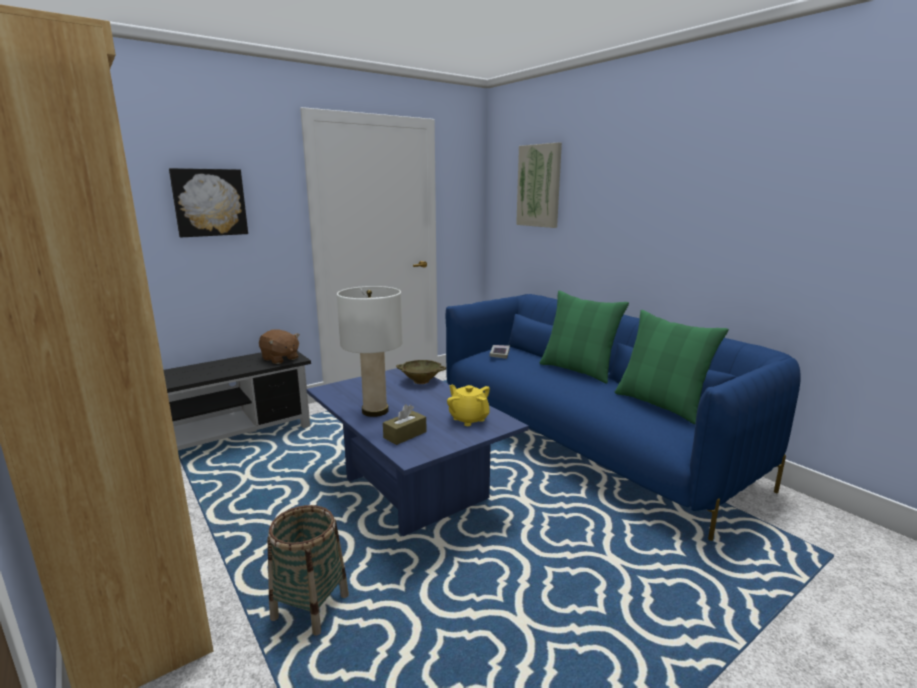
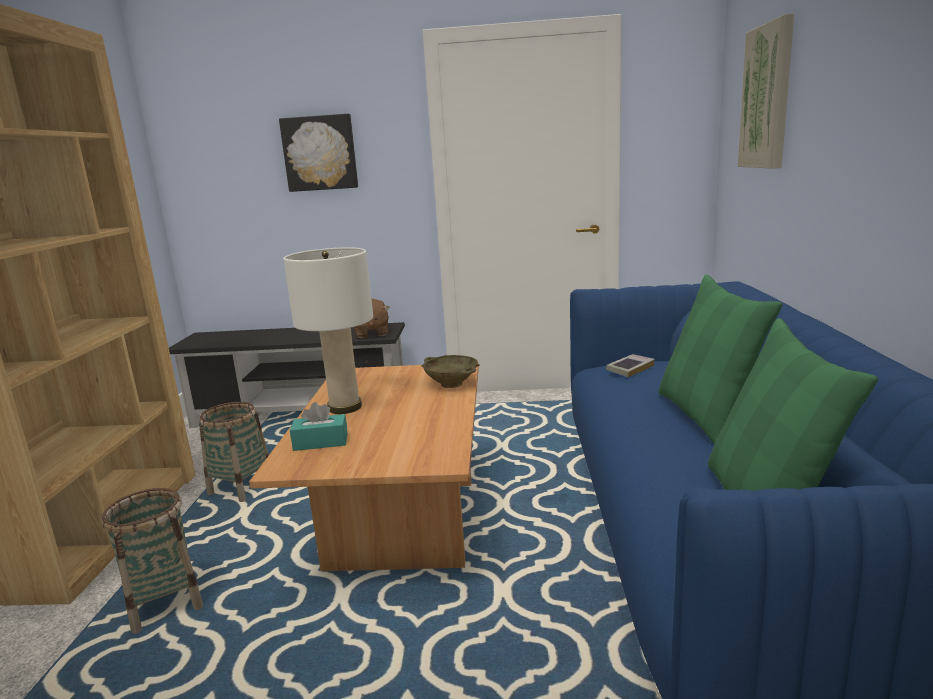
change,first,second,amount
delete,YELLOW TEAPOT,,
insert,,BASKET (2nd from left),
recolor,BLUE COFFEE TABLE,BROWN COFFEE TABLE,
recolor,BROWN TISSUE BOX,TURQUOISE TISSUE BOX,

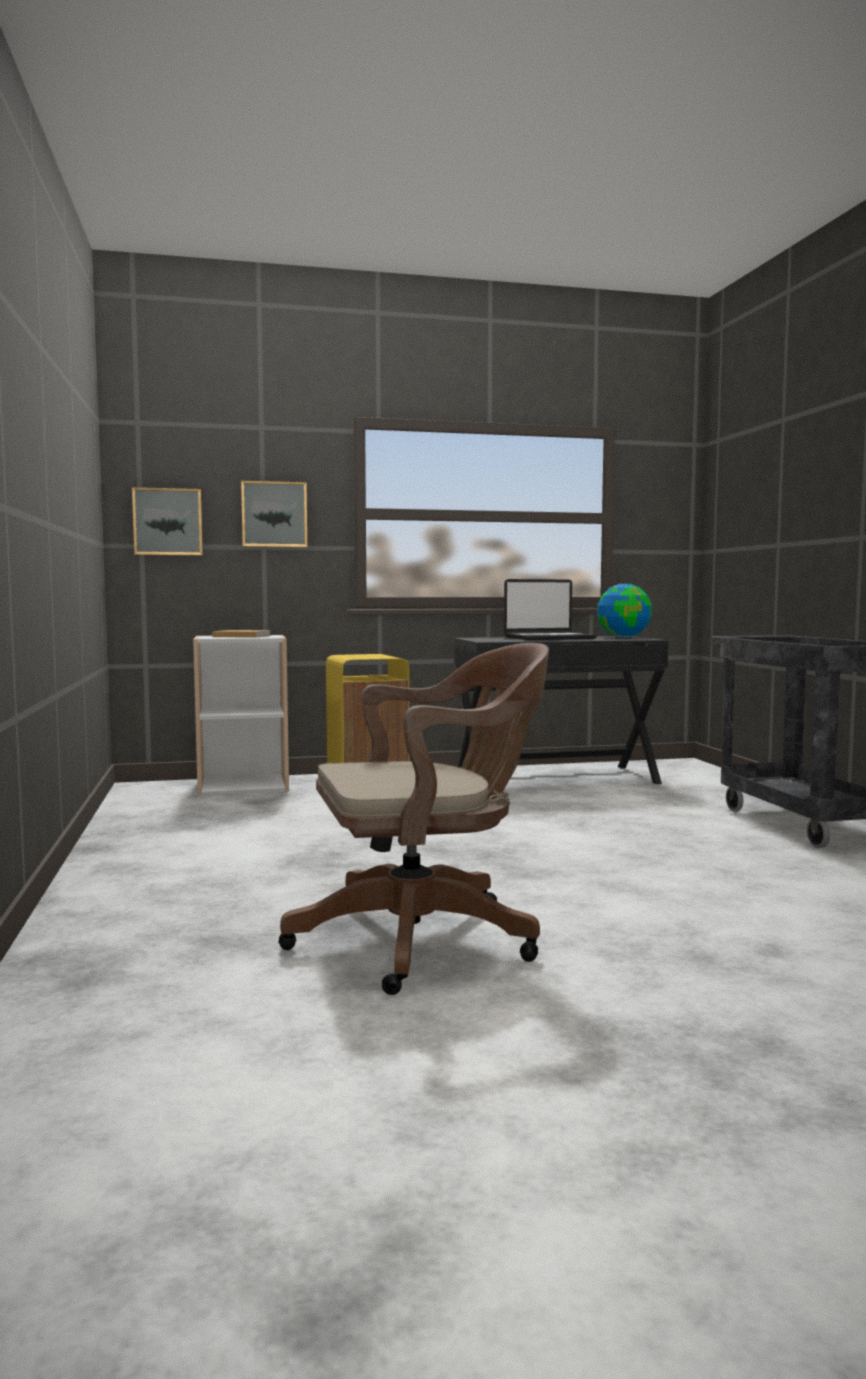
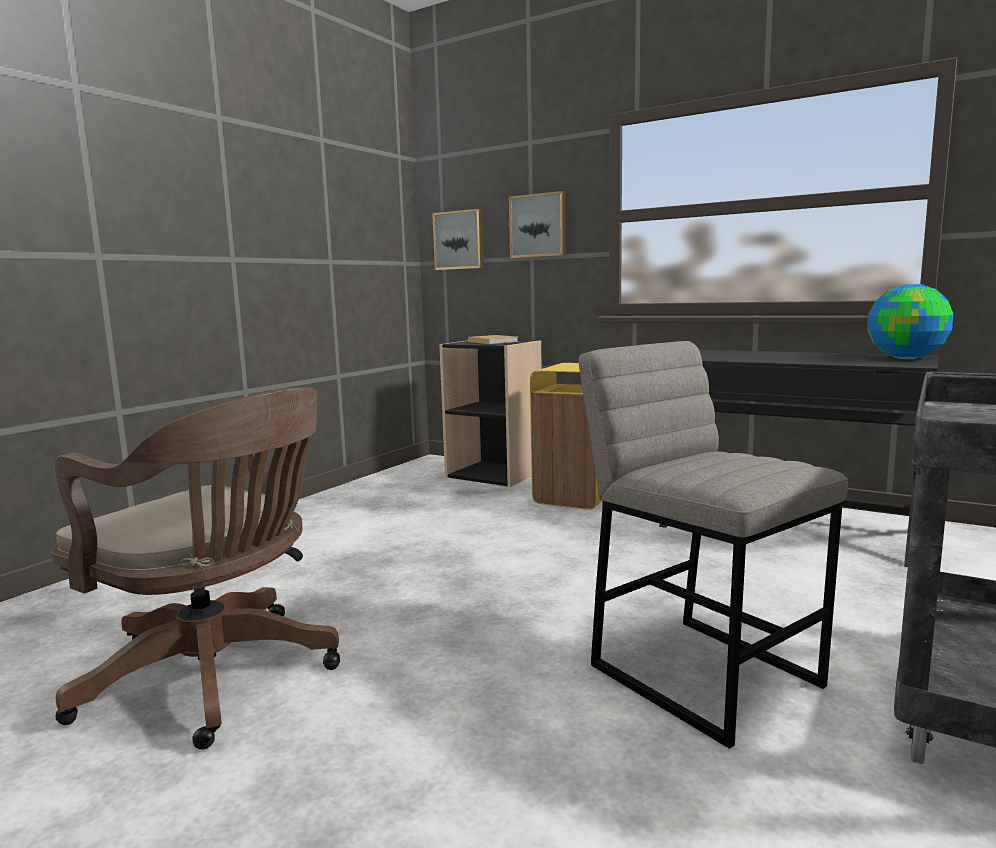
change,first,second,amount
delete,LAPTOP,,
insert,,GREY CHAIR,
recolor,WHITE BOOKCASE,BLACK BOOKCASE,

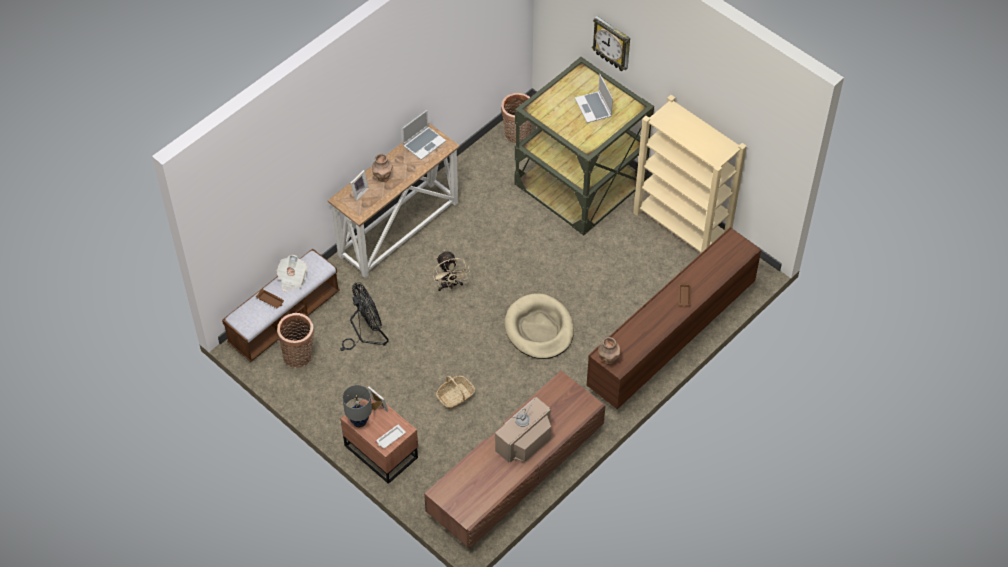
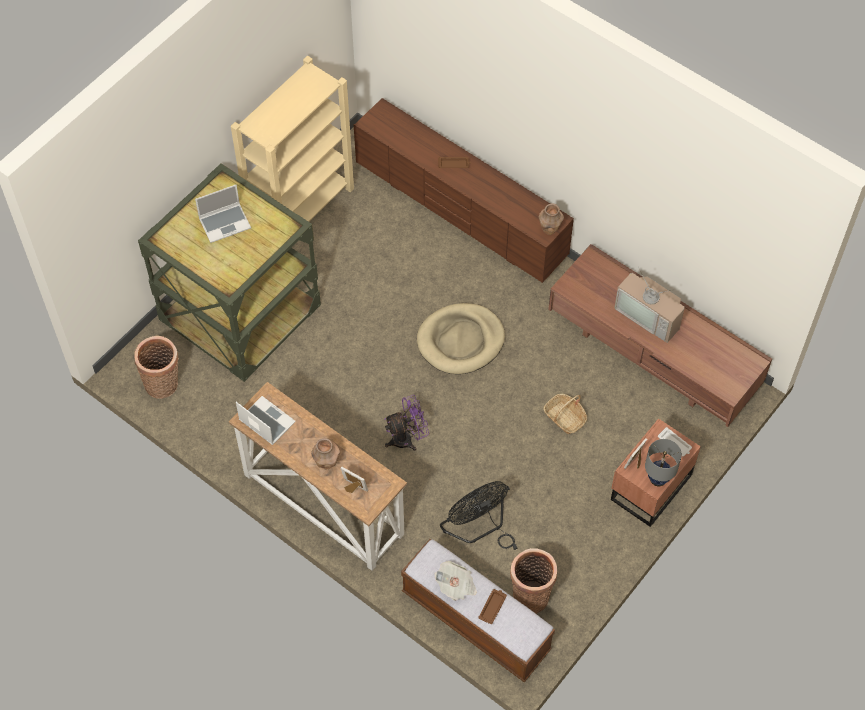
change,first,second,amount
delete,WALL CLOCK,,
recolor,BEIGE FAN,PURPLE FAN,

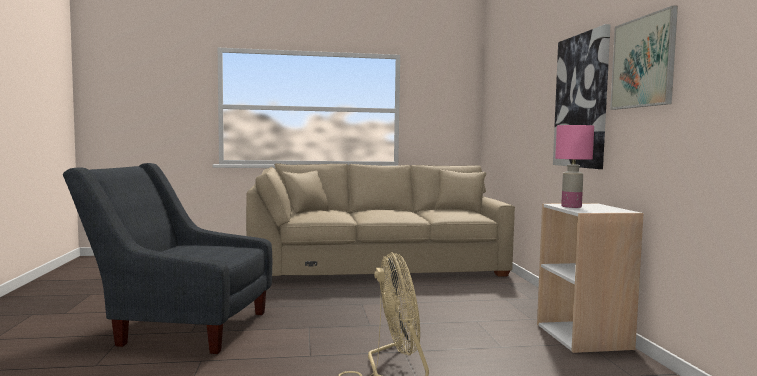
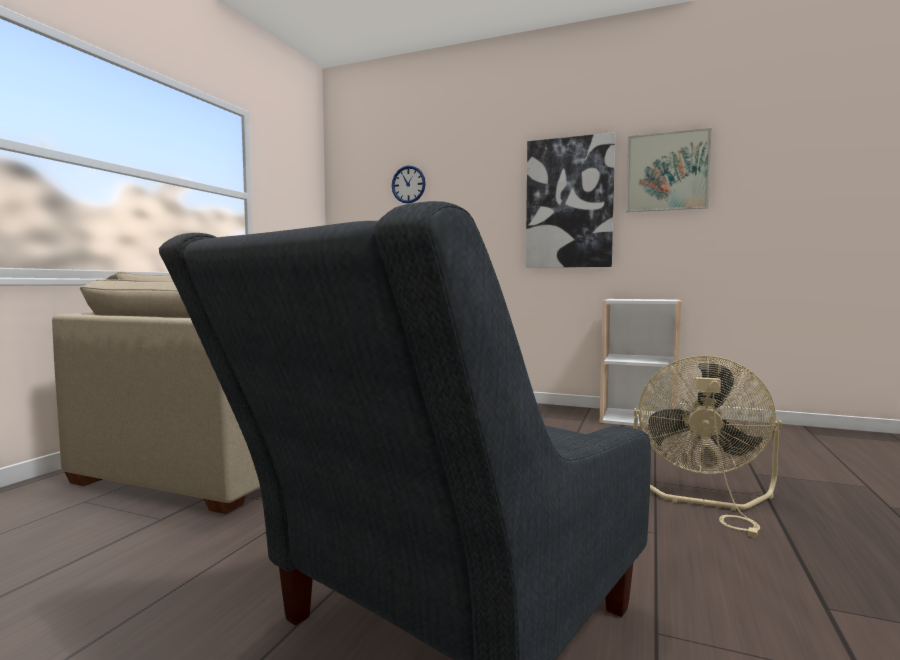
change,first,second,amount
delete,PINK TABLE LAMP,,
insert,,WALL CLOCK,

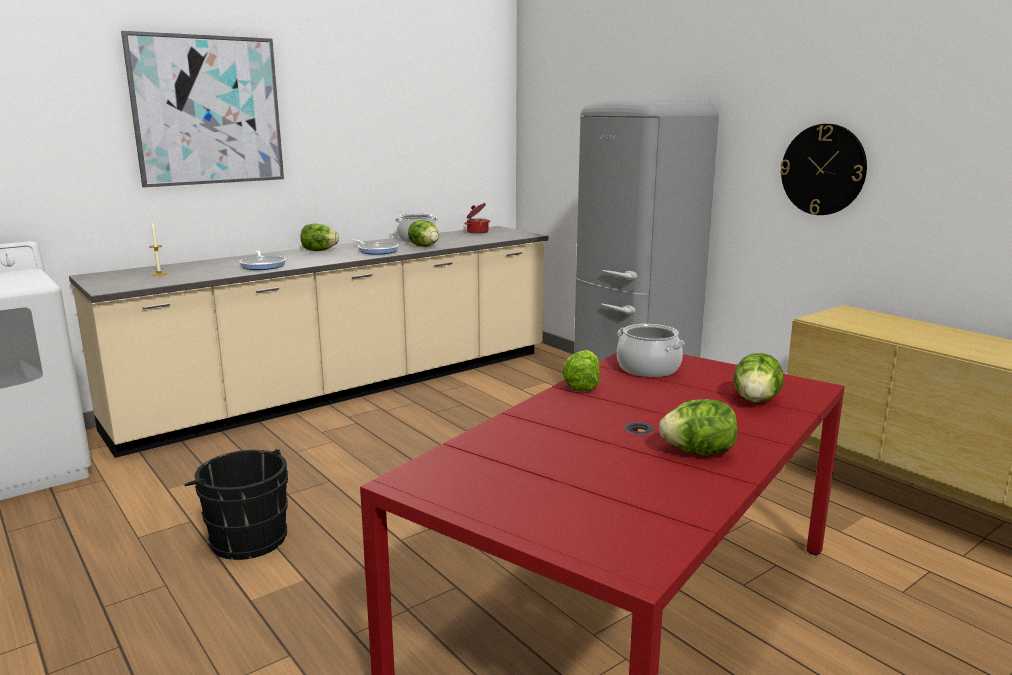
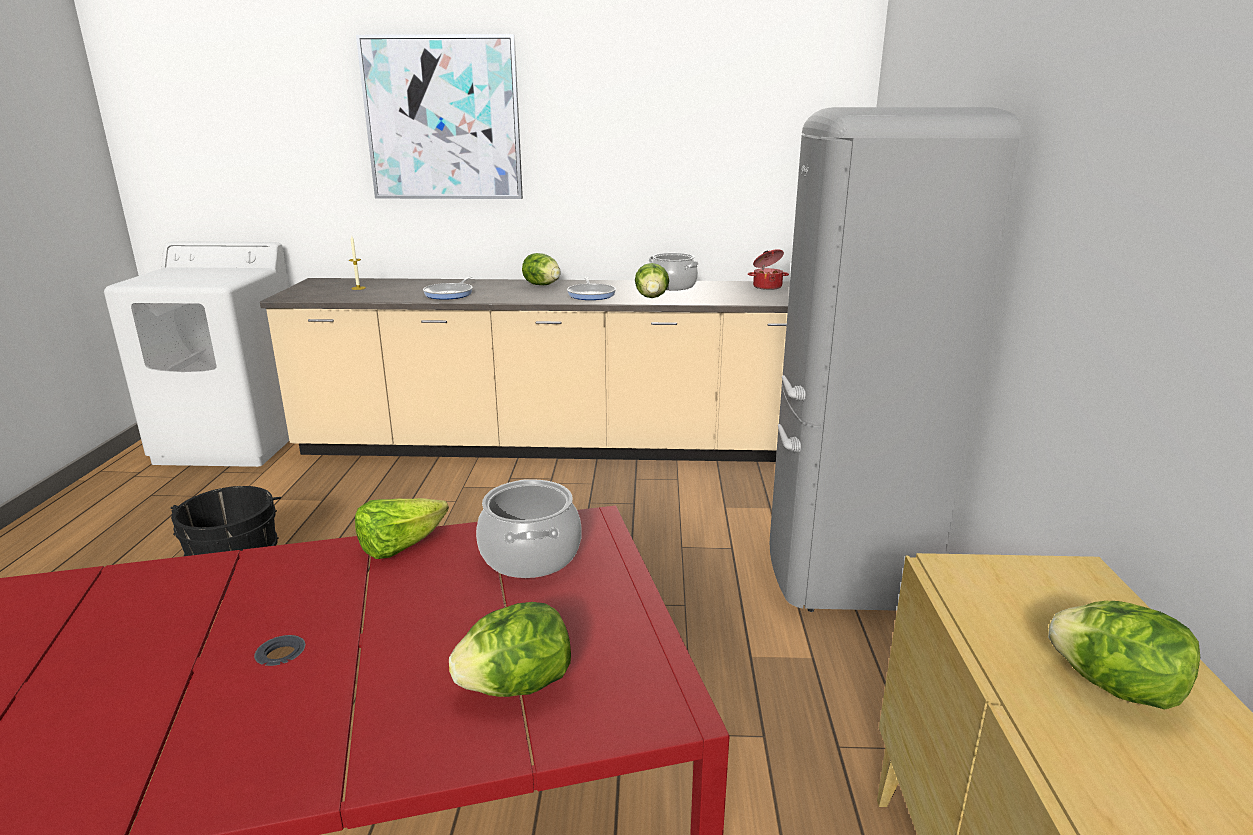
change,first,second,amount
delete,WALL CLOCK,,
move,LETTUCE (4th from left in the first image),LETTUCE (5th from left),

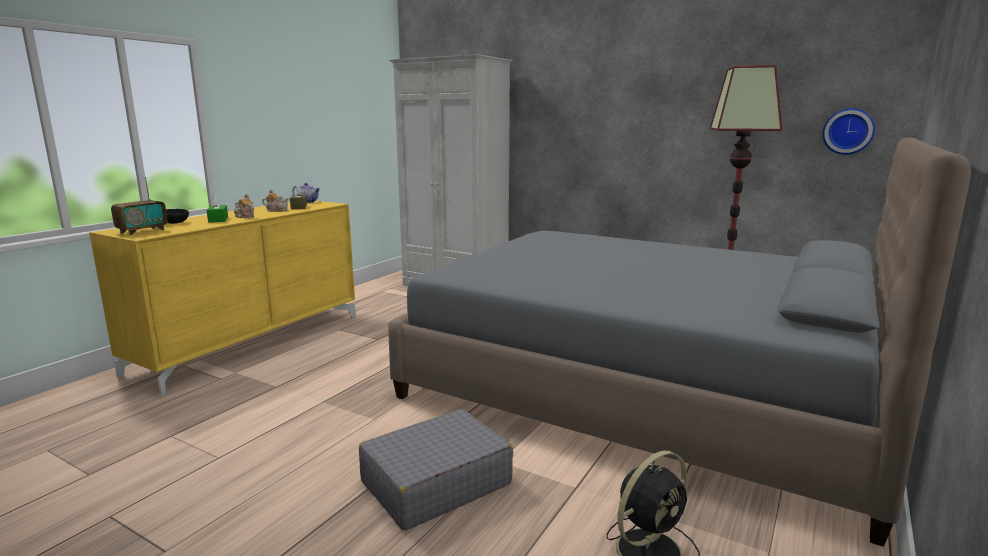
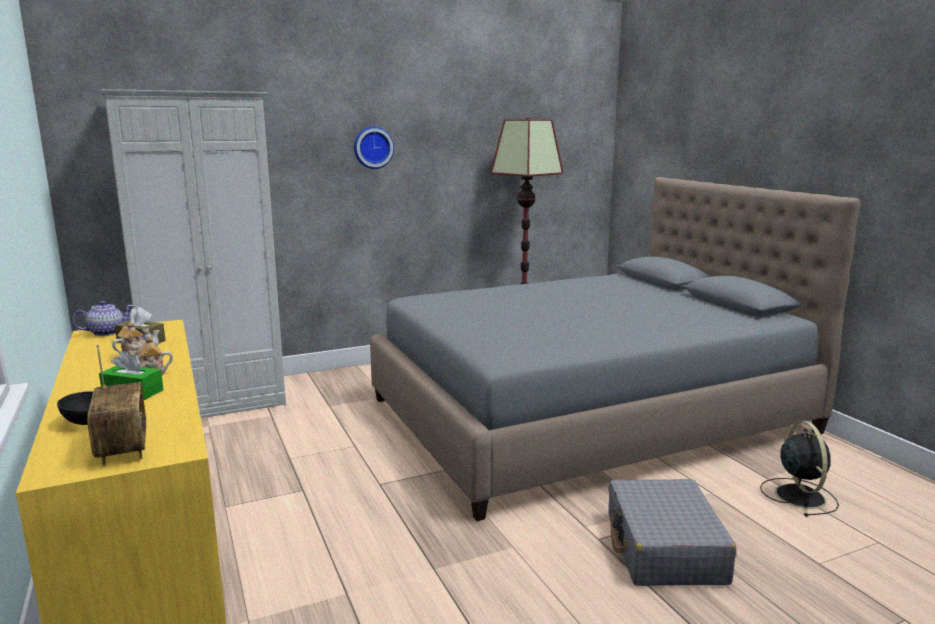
change,first,second,amount
move,WALL CLOCK,,

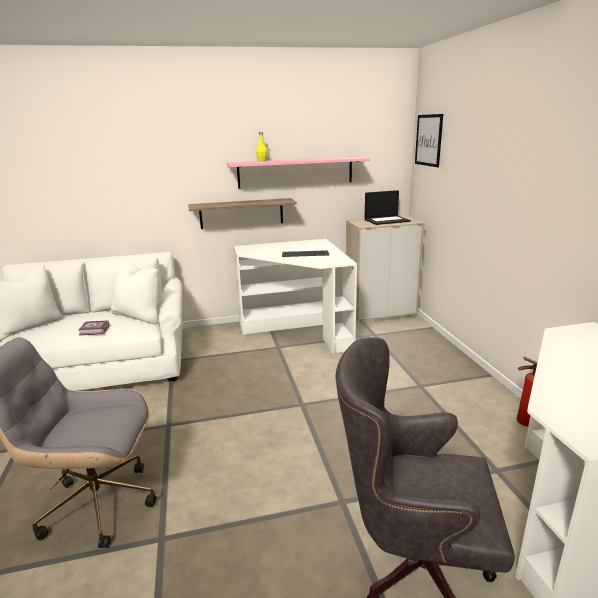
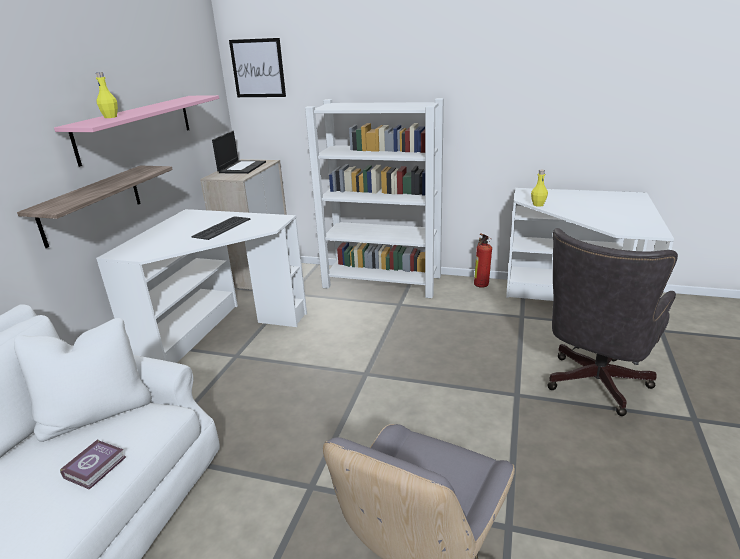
change,first,second,amount
insert,,WHITE BOOKCASE,
insert,,YELLOW BOTTLE (2nd from left),

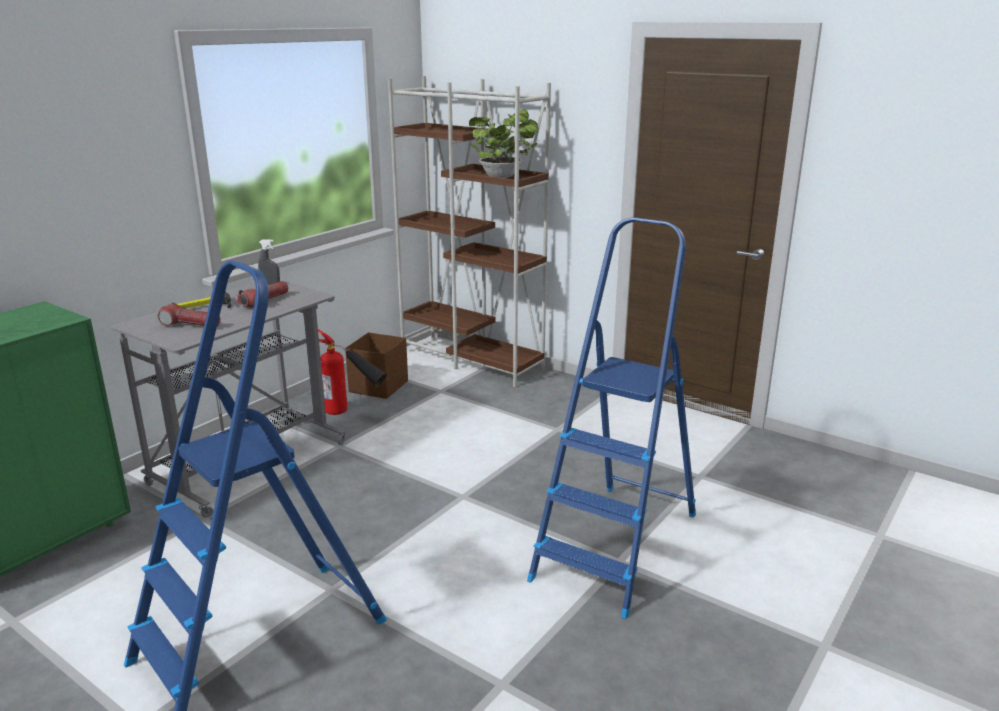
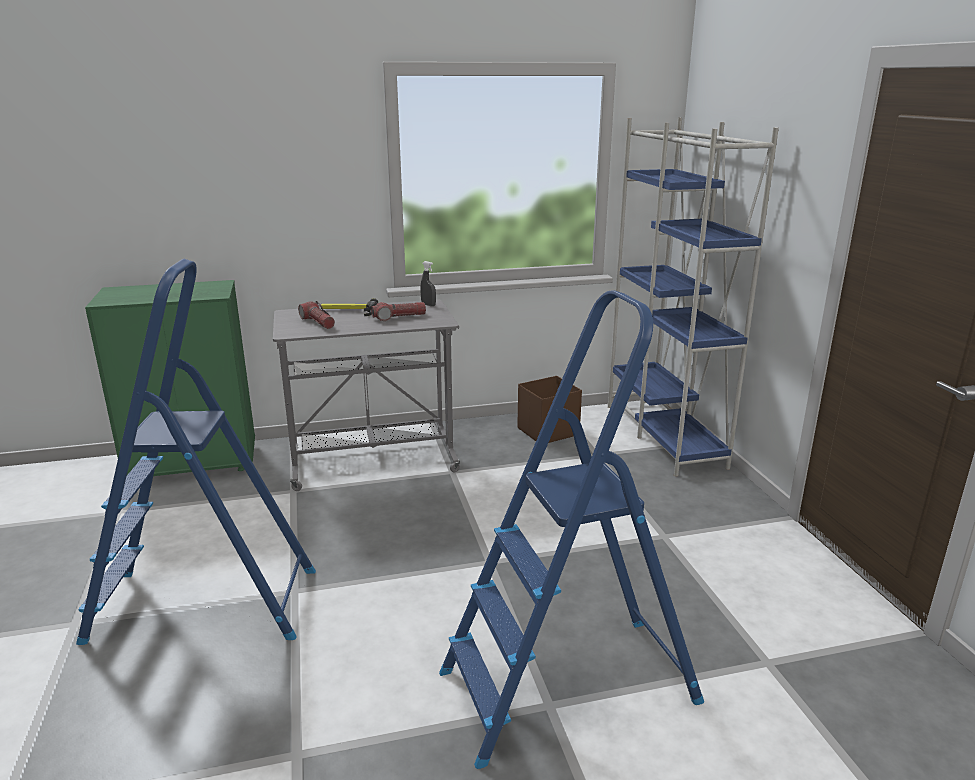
change,first,second,amount
delete,FIRE EXTINGUISHER,,
delete,POTTED PLANT,,
recolor,BROWN BOOKCASE,BLUE BOOKCASE,

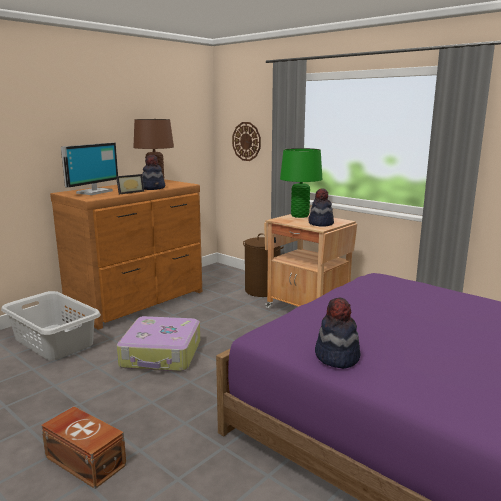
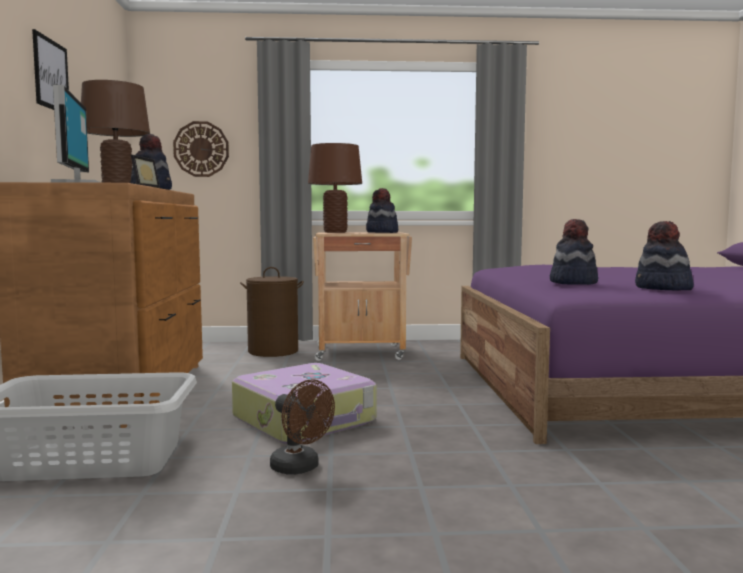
change,first,second,amount
delete,BROWN STORAGE BOX,,
insert,,PICTURE,
insert,,BROWN FAN,
insert,,HAT (3rd from left),
recolor,GREEN TABLE LAMP,BROWN TABLE LAMP (2nd from left),

